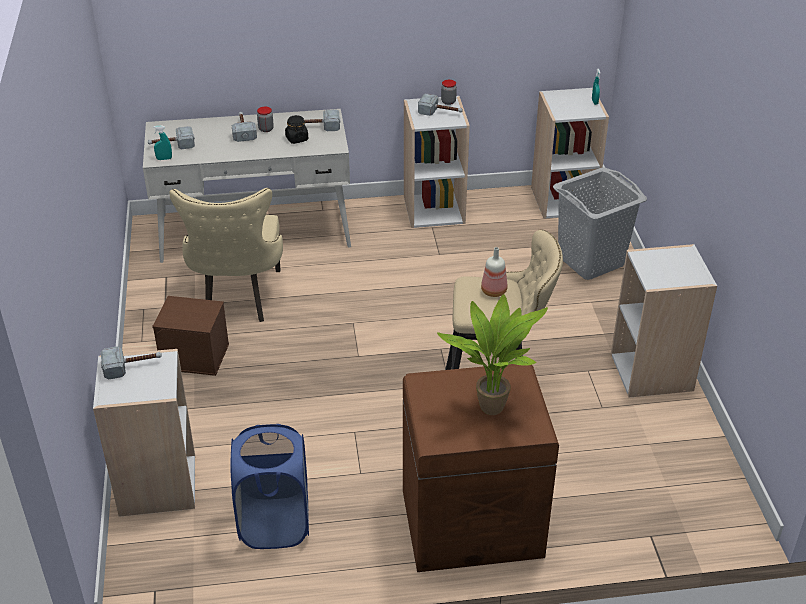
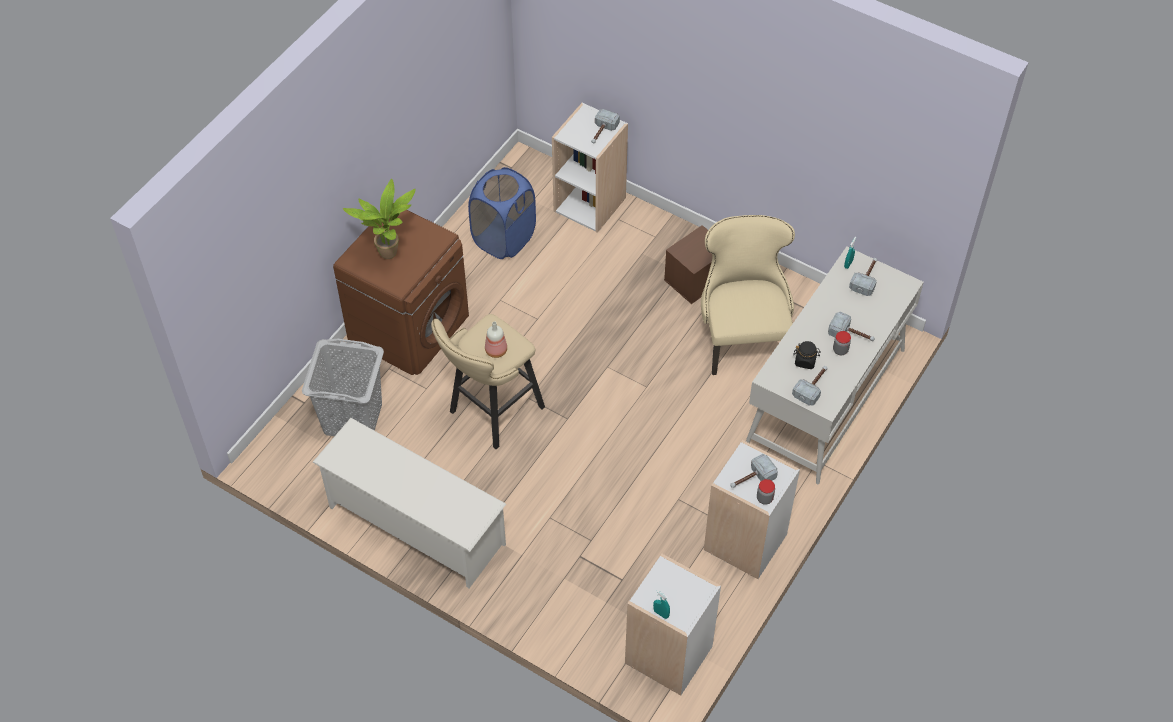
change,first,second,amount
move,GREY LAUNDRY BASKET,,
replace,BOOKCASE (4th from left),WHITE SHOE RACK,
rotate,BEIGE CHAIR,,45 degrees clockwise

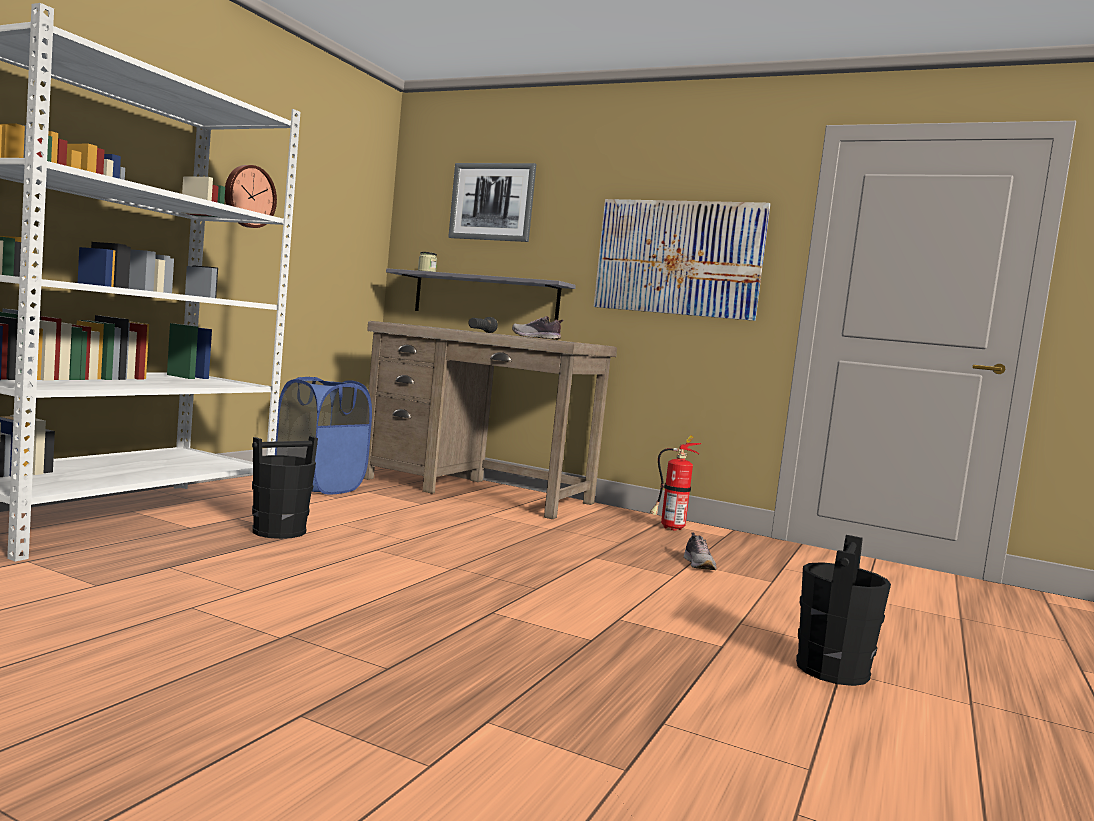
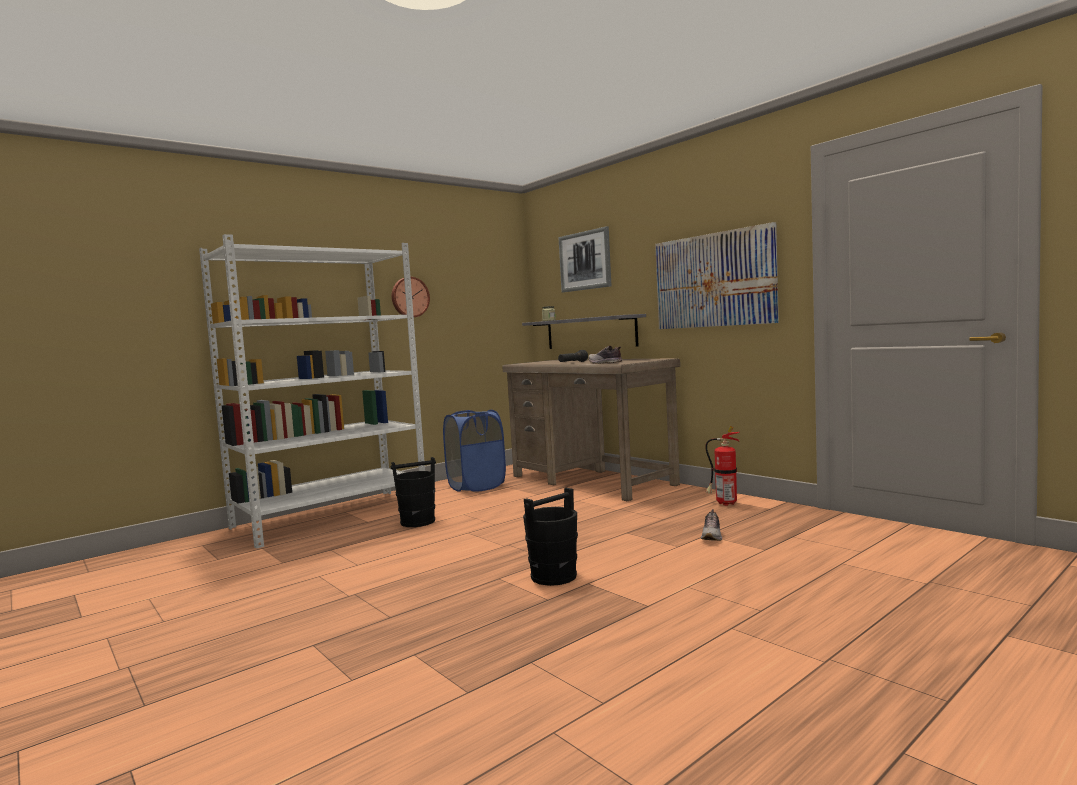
change,first,second,amount
move,BLACK BUCKET (2nd from left),,

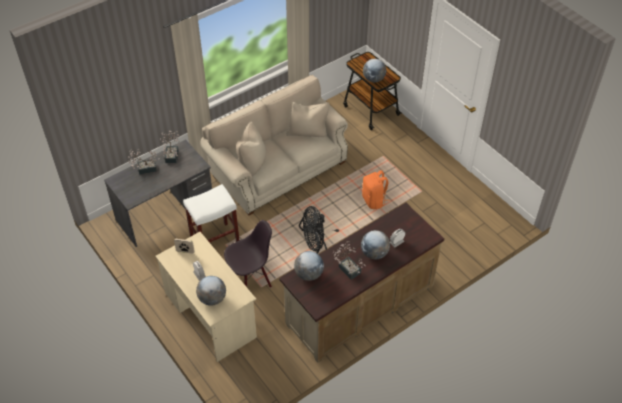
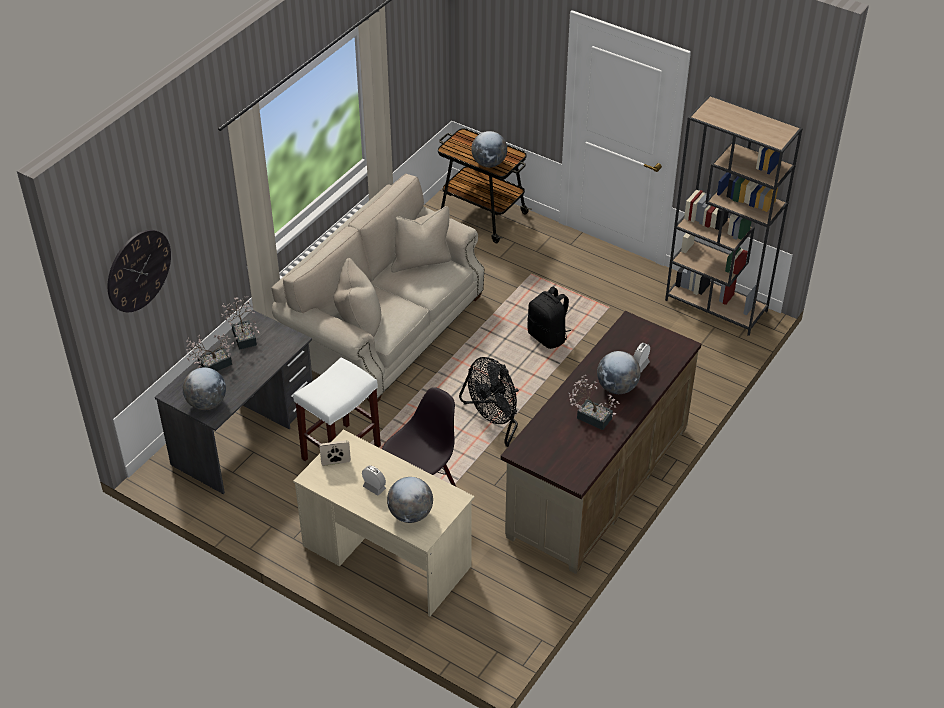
change,first,second,amount
insert,,WALL CLOCK,
insert,,BOOKCASE,
move,GLOBE (2nd from left in the first image),GLOBE (1st from left),
recolor,ORANGE BACKPACK,BLACK BACKPACK,

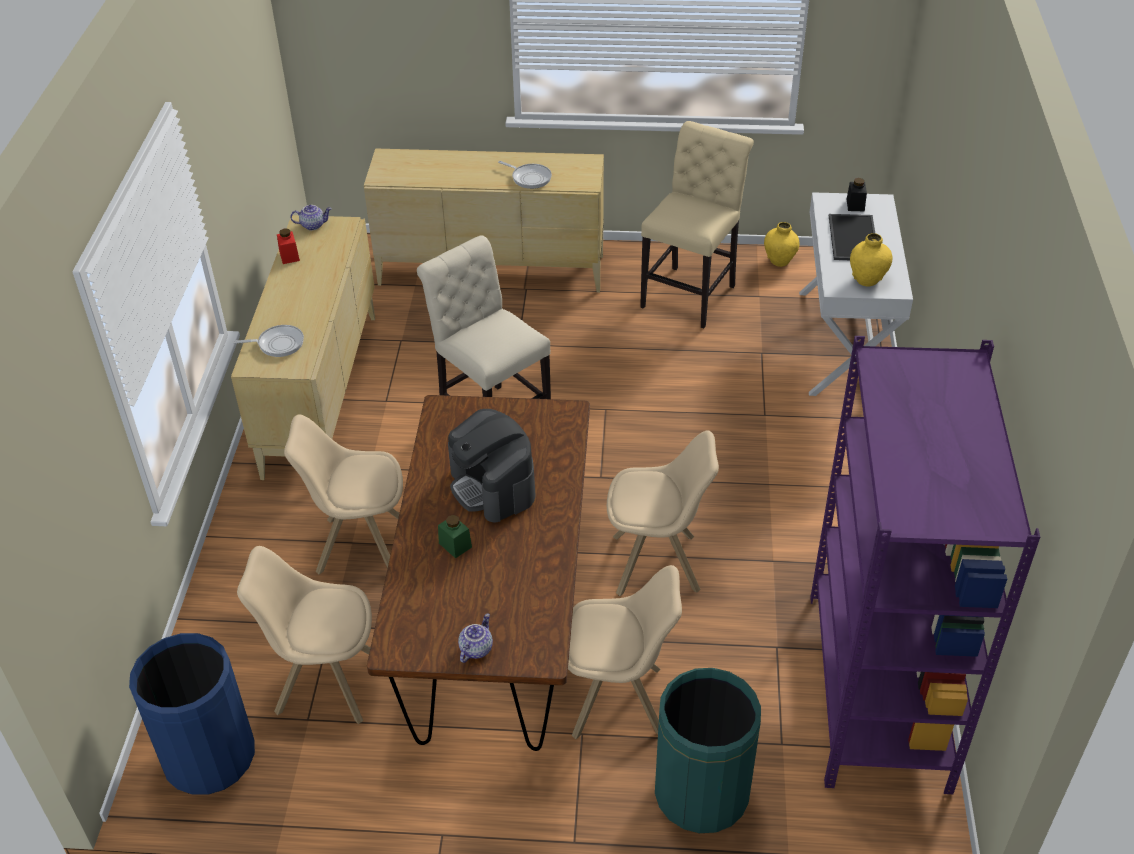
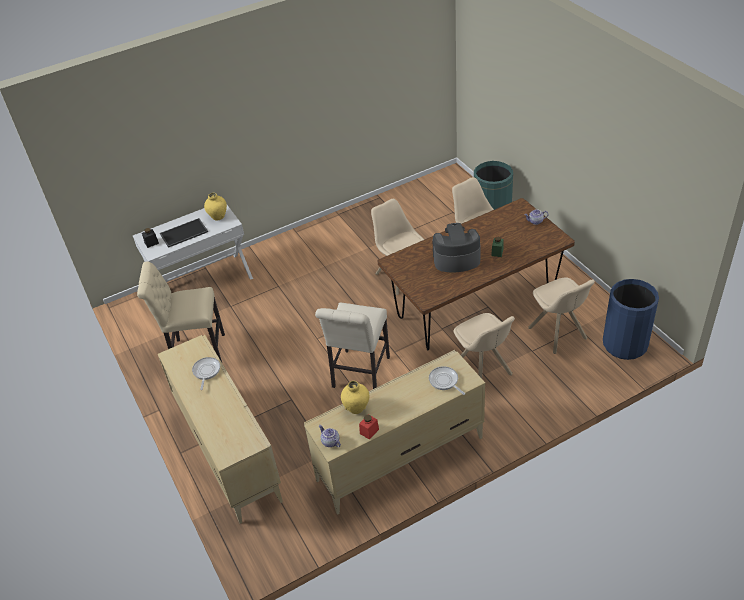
change,first,second,amount
delete,PURPLE BOOKCASE,,
move,YELLOW VASE (1st from left in the first image),YELLOW VASE (2nd from left),
rotate,COFFEE MACHINE,,120 degrees counterclockwise

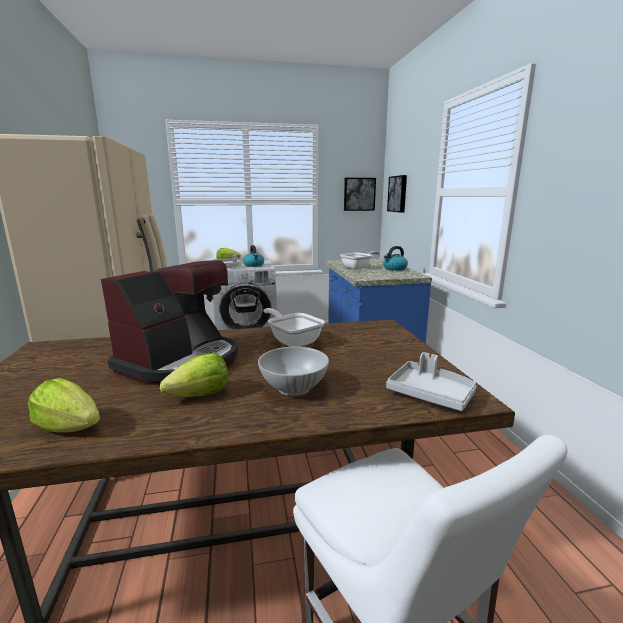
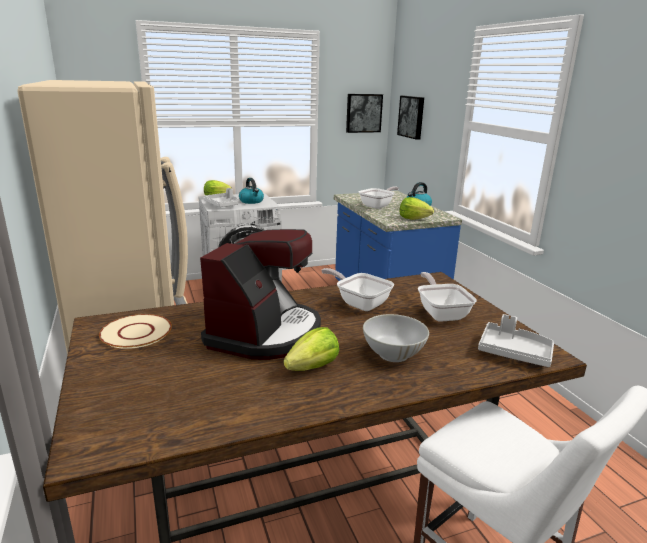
change,first,second,amount
insert,,BEIGE PLATE,
insert,,FRYING PAN (3rd from left),
move,LETTUCE (1st from left in the first image),LETTUCE (3rd from left),

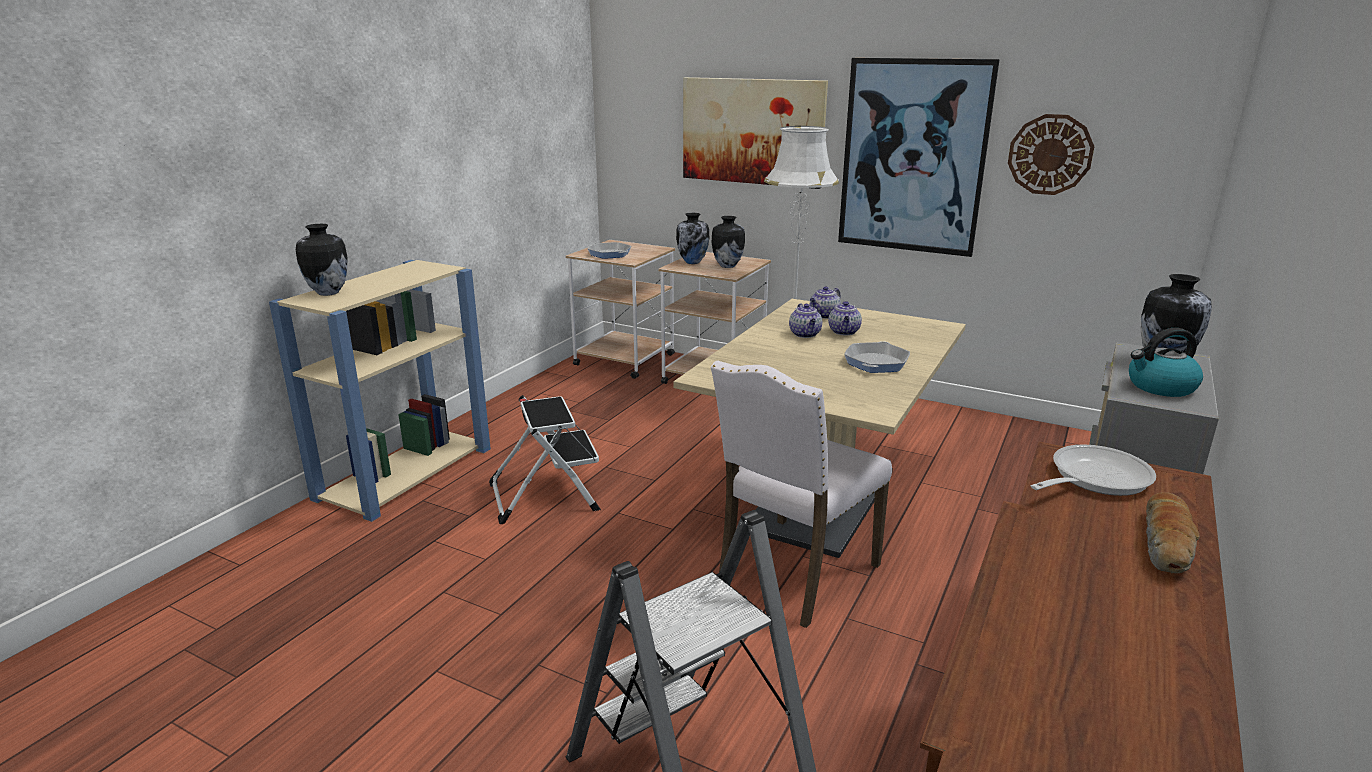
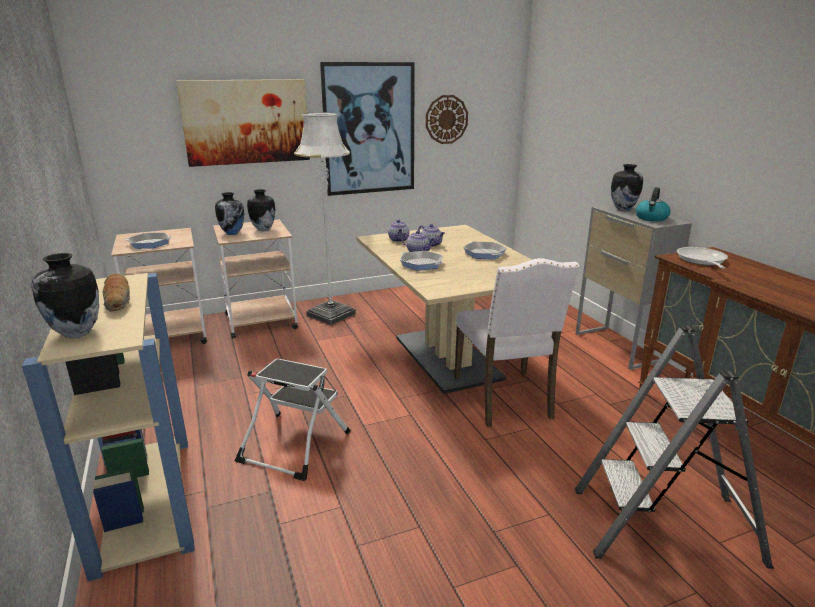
change,first,second,amount
insert,,FRYING PAN (2nd from left),
move,BREAD,,

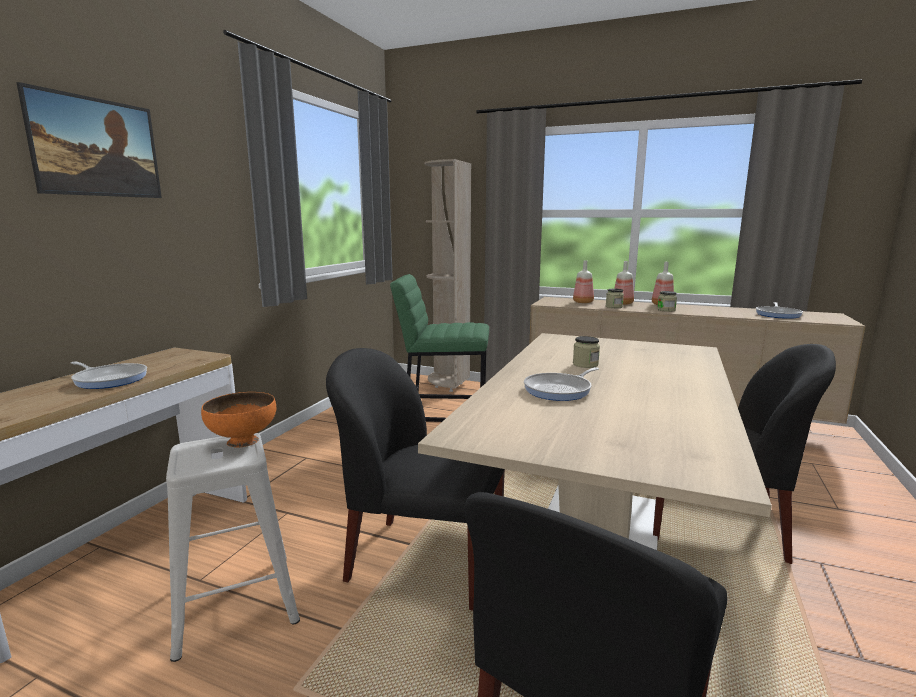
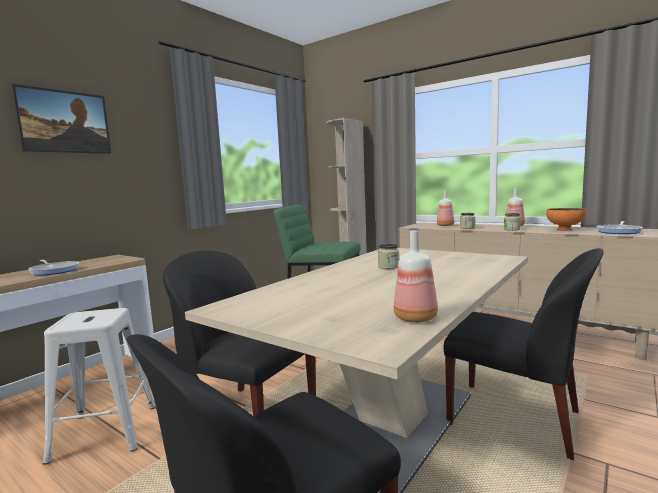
change,first,second,amount
delete,FRYING PAN (2nd from left),,
move,ORANGE BOWL,,
move,BOTTLE (2nd from left in the first image),BOTTLE (1st from left),

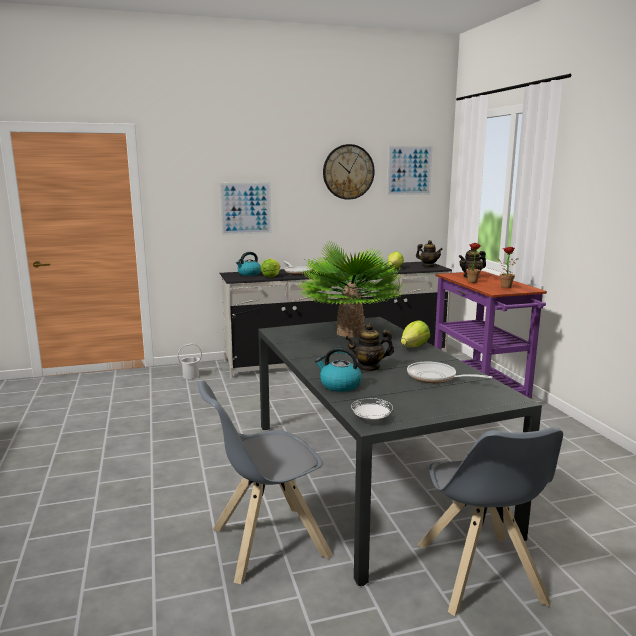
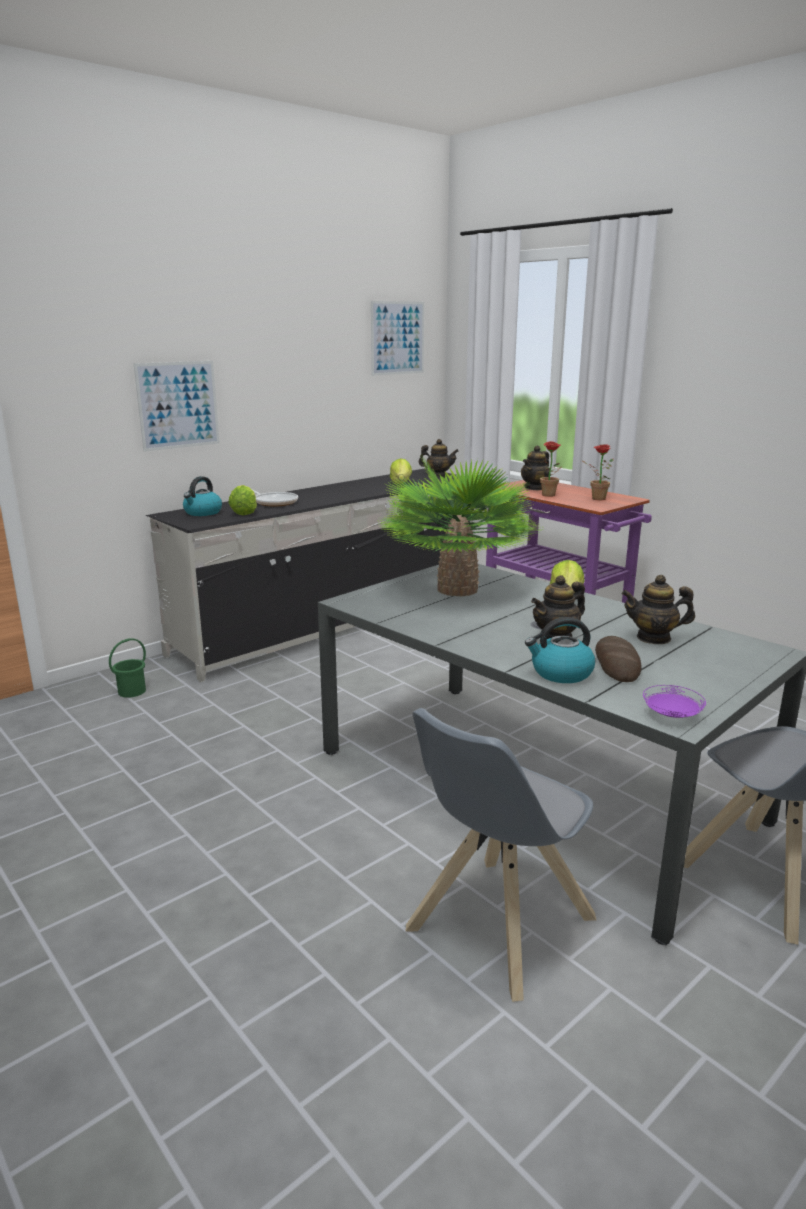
change,first,second,amount
delete,WALL CLOCK,,
insert,,BREAD,
replace,FRYING PAN (2nd from left),TEAPOT (4th from left),
recolor,WHITE BUCKET,GREEN BUCKET,
recolor,WHITE PLATE,PURPLE PLATE,

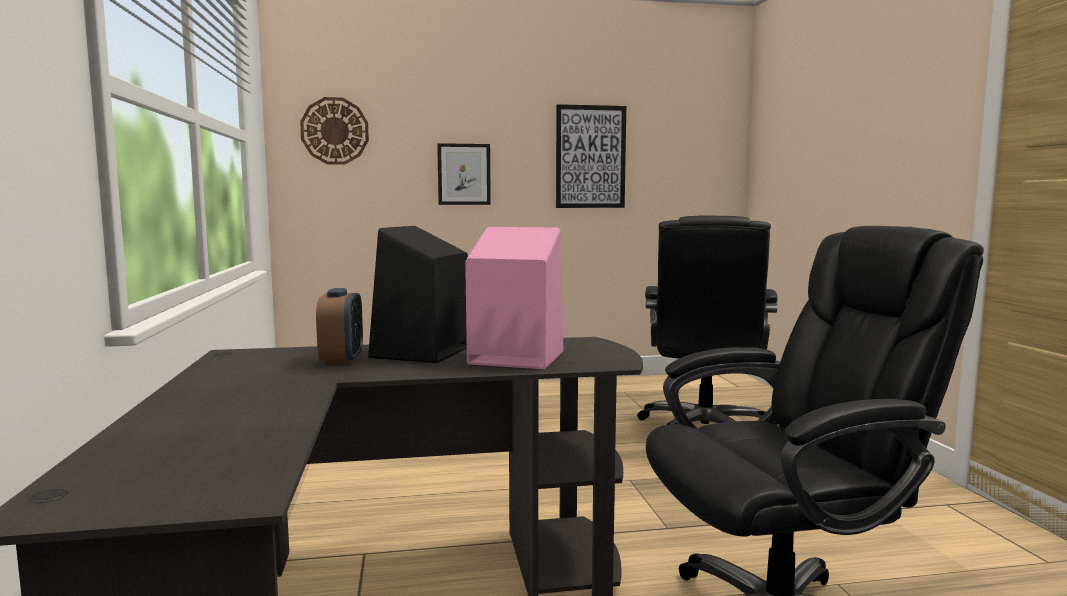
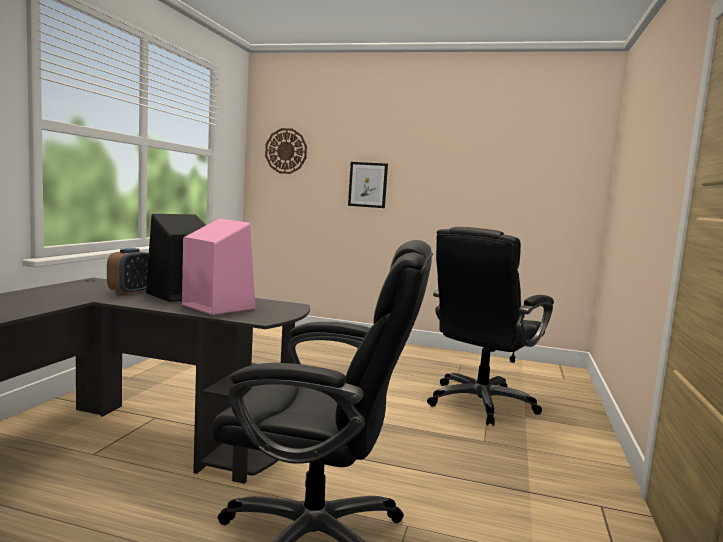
change,first,second,amount
delete,PICTURE (2nd from left),,

